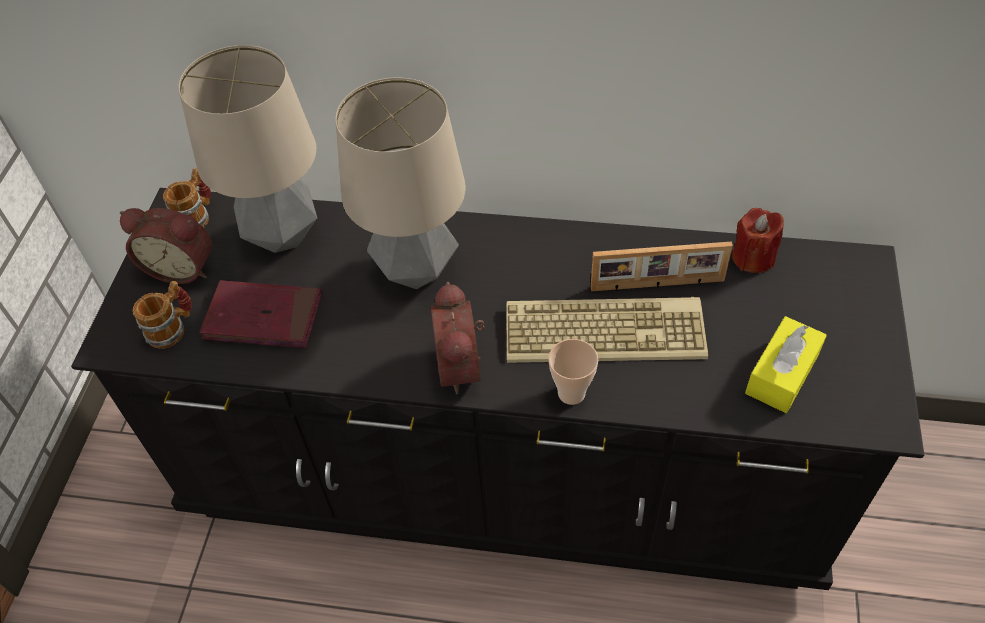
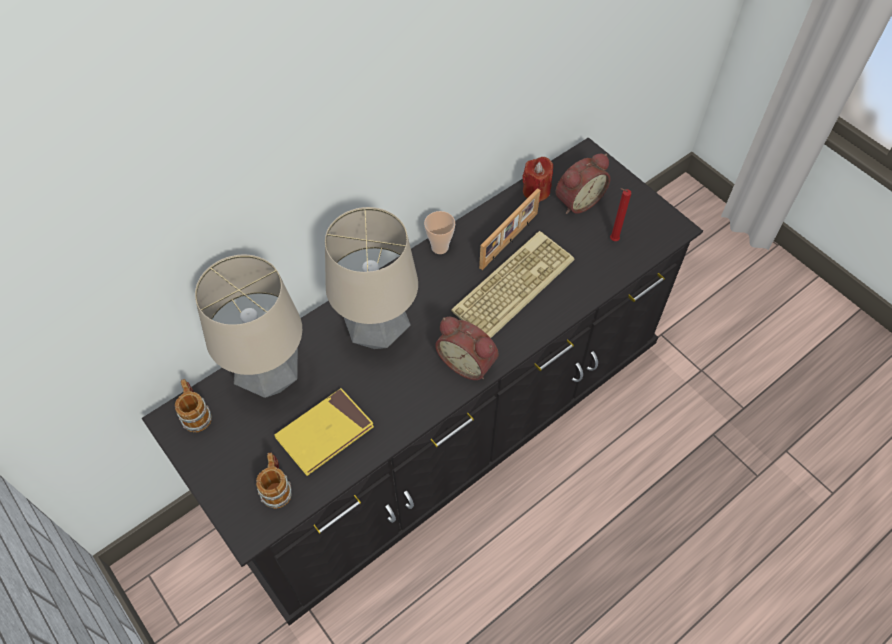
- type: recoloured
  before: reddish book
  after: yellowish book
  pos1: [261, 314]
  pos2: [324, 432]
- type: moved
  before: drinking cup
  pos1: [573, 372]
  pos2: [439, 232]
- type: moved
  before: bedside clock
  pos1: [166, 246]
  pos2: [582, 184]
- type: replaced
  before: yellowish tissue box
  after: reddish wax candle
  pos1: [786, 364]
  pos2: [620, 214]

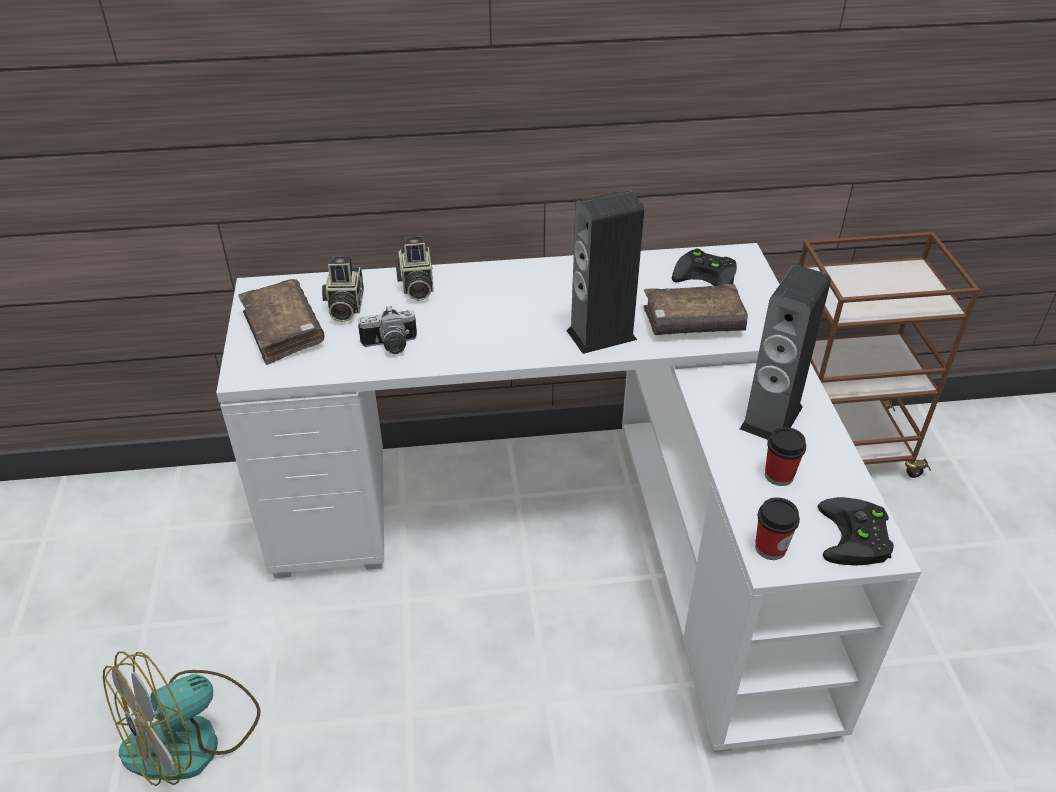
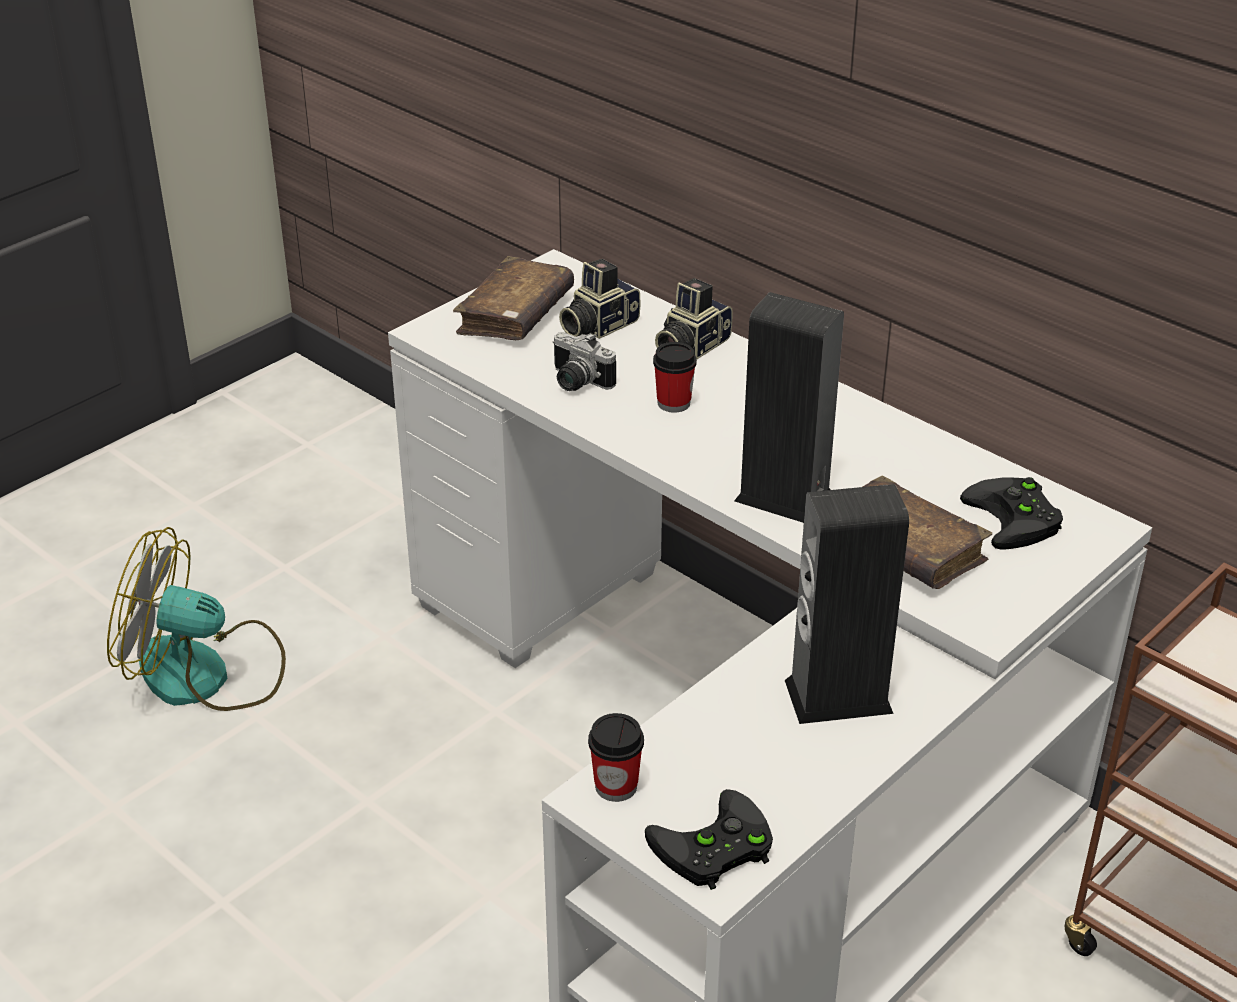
- type: moved
  before: drinking cup
  pos1: [785, 456]
  pos2: [675, 377]

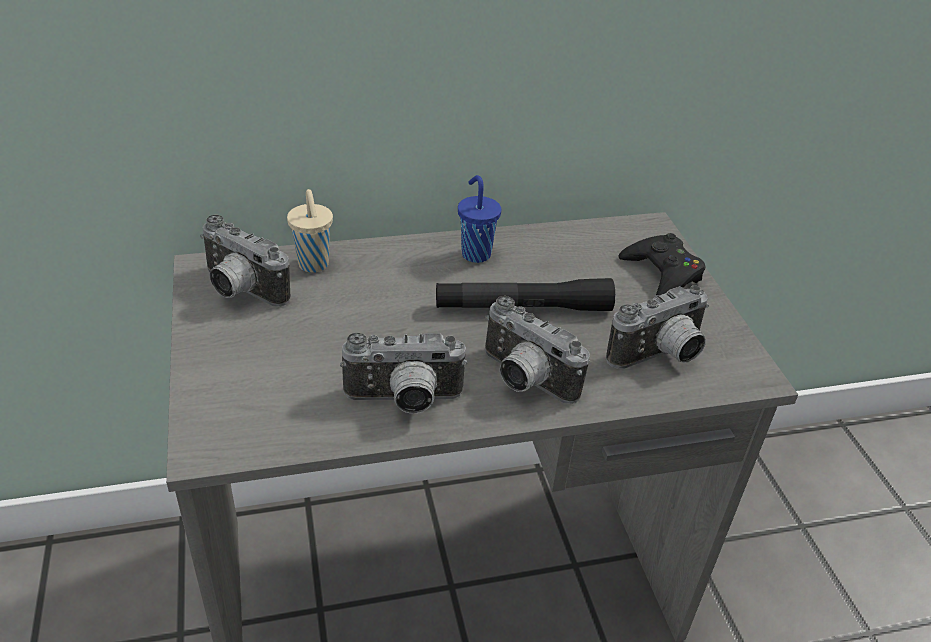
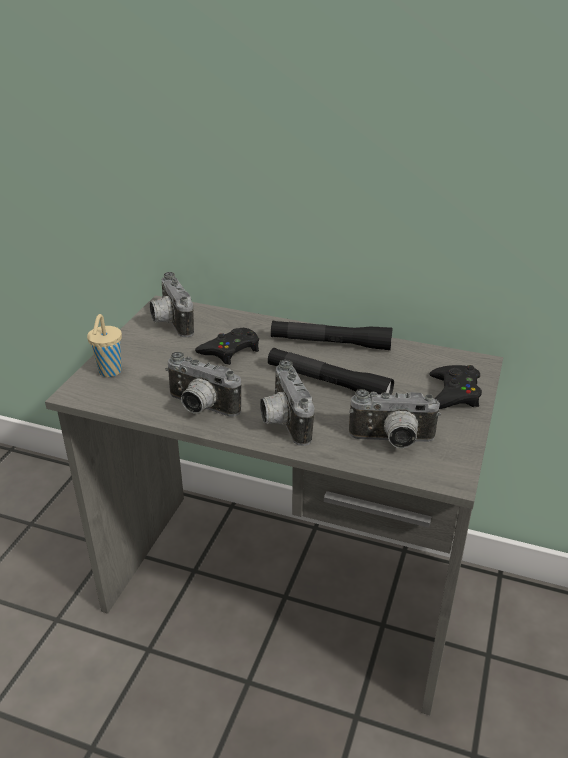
- type: moved
  before: beige-coloured drinking cup
  pos1: [310, 231]
  pos2: [104, 345]
- type: added
  after: blackish game controller
  pos2: [227, 346]
- type: replaced
  before: bluish drinking cup
  after: blackish flashlight
  pos1: [479, 219]
  pos2: [332, 335]

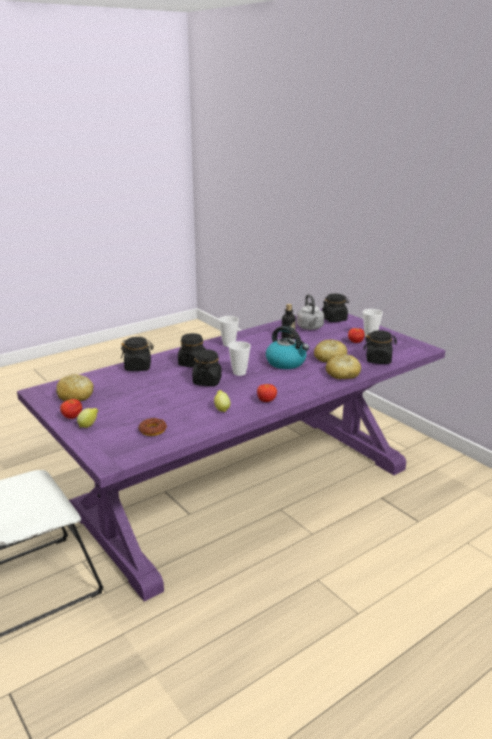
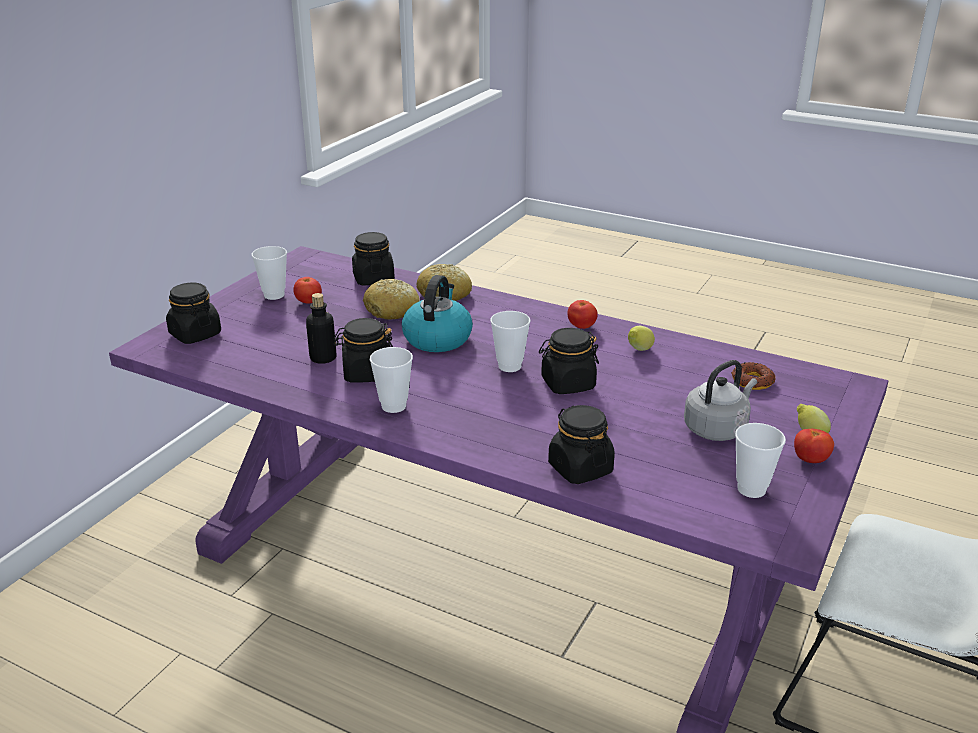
- type: moved
  before: blackish preserve jar
  pos1: [192, 350]
  pos2: [363, 350]
- type: moved
  before: grey kettle
  pos1: [310, 312]
  pos2: [720, 400]
- type: replaced
  before: baked bread
  after: drinking cup
  pos1: [75, 387]
  pos2: [760, 460]

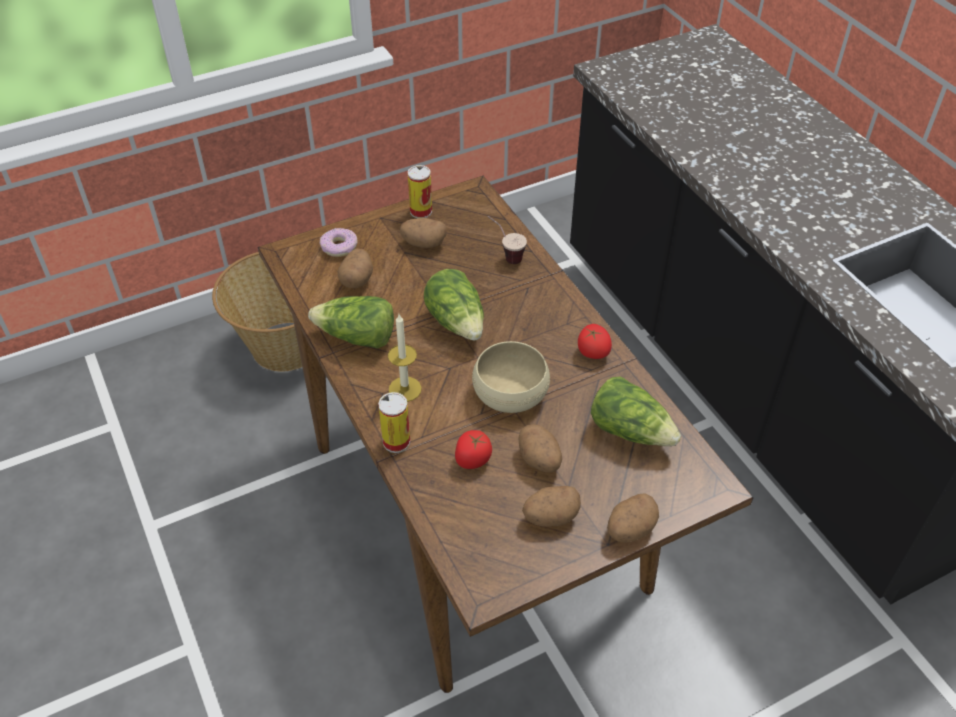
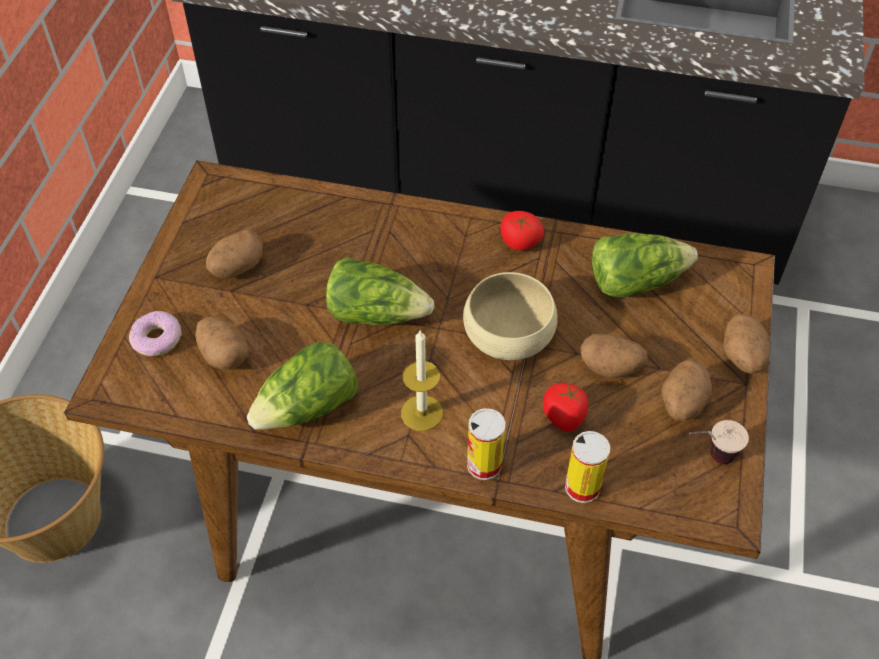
- type: moved
  before: sealed can
  pos1: [419, 191]
  pos2: [587, 467]
- type: moved
  before: drinking cup
  pos1: [507, 240]
  pos2: [719, 442]

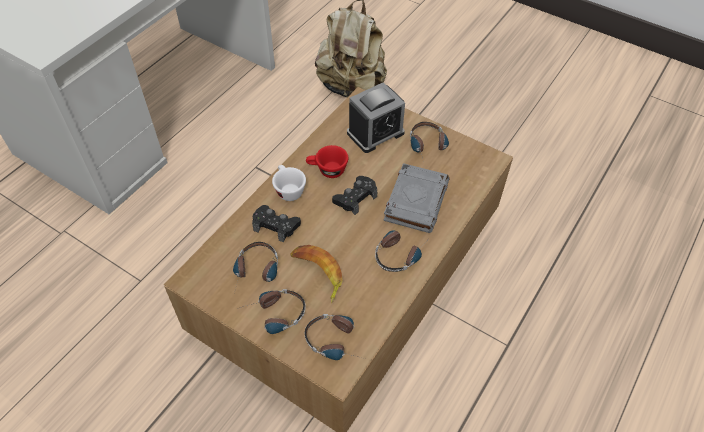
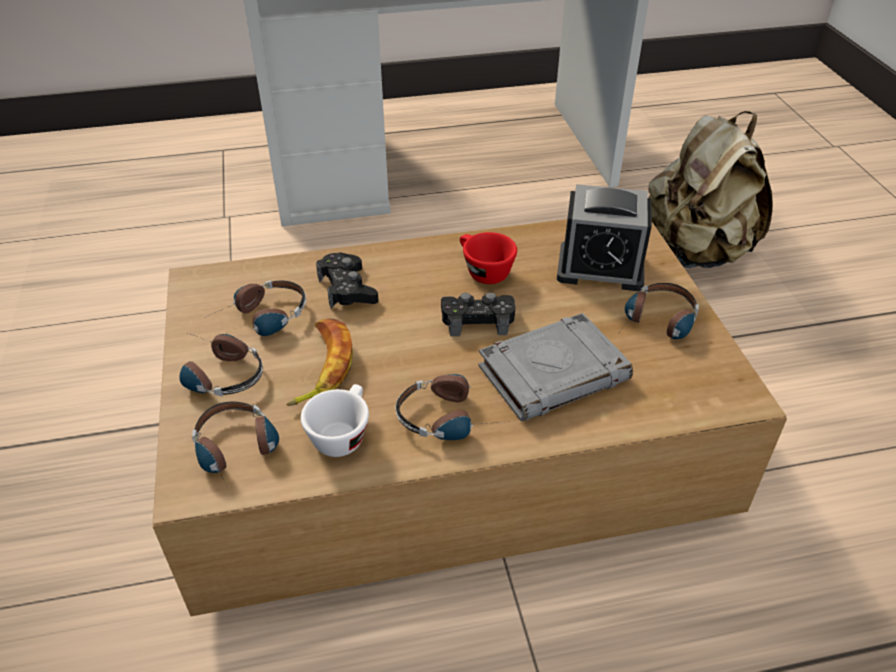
- type: moved
  before: whitish drinking cup
  pos1: [289, 183]
  pos2: [335, 420]

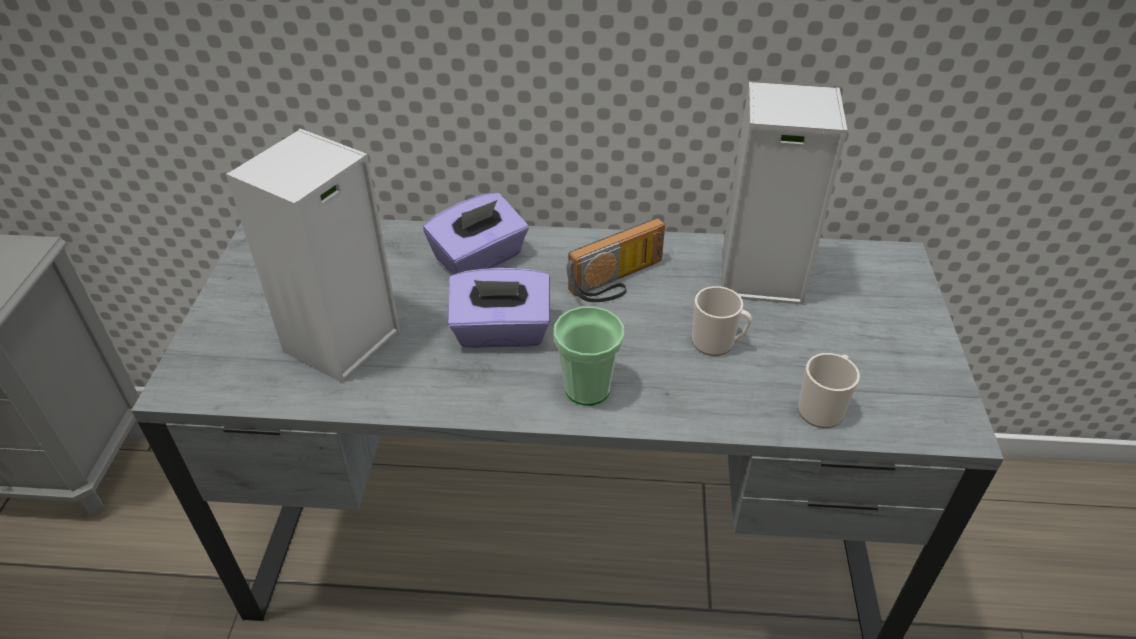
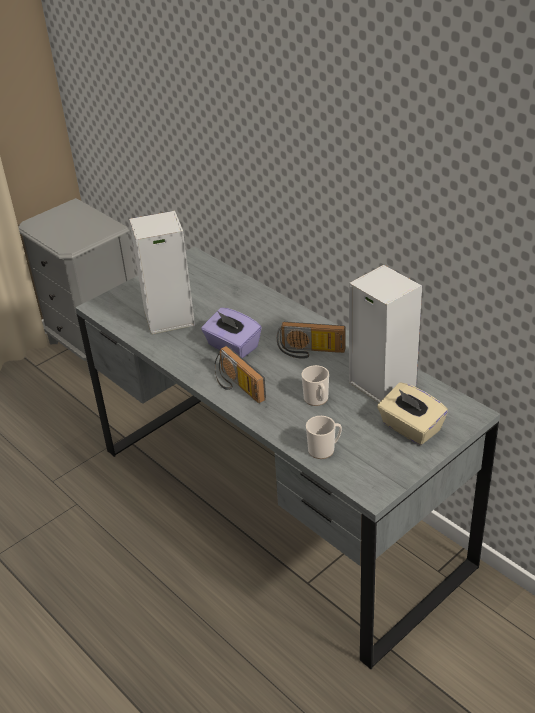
- type: replaced
  before: drinking cup
  after: radio set
  pos1: [589, 356]
  pos2: [240, 374]
- type: added
  after: beige-coloured tissue box
  pos2: [412, 413]
- type: removed
  before: purplish tissue box
  pos1: [476, 233]

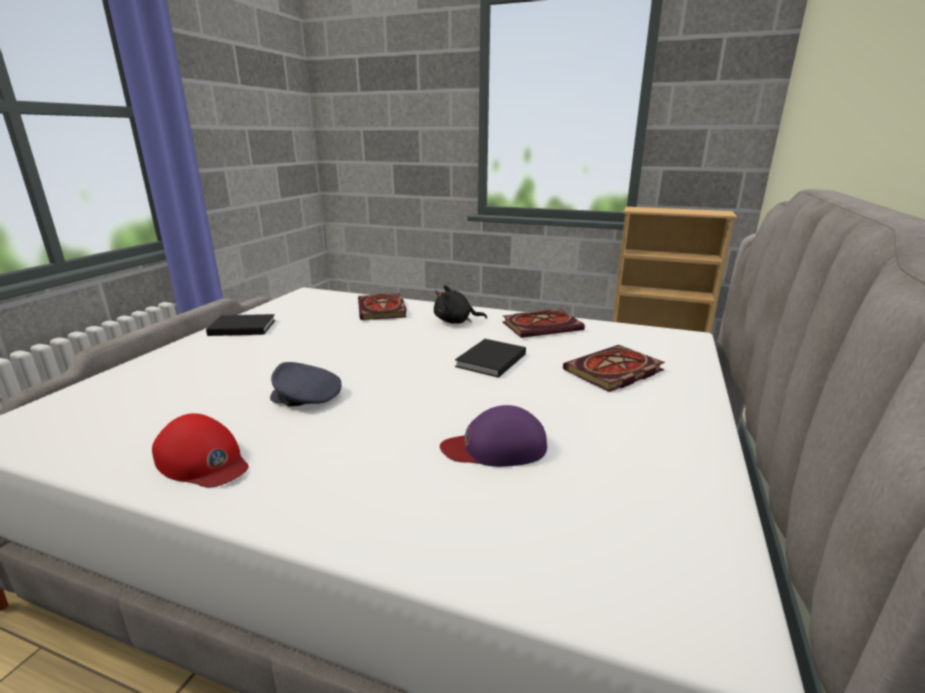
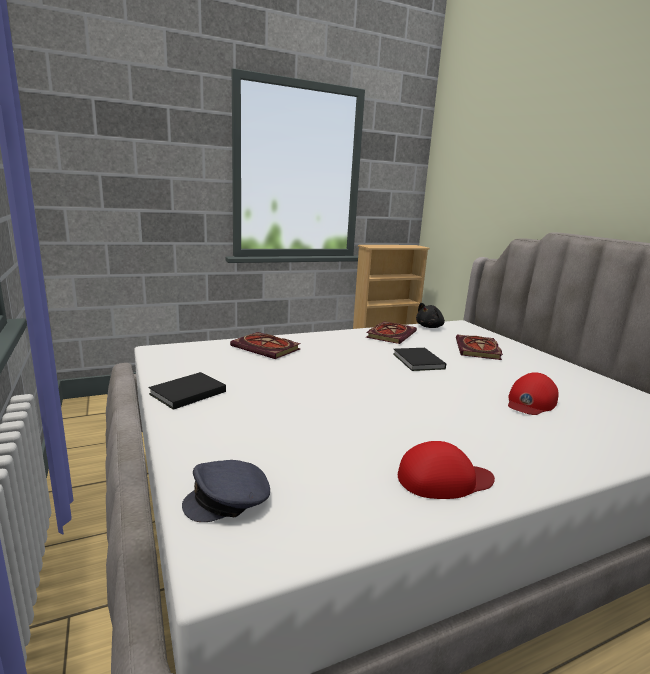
- type: moved
  before: grey cap
  pos1: [306, 384]
  pos2: [226, 491]
- type: moved
  before: blackish cuddly toy
  pos1: [460, 304]
  pos2: [430, 315]
- type: recoloured
  before: purplish cap
  after: reddish cap
  pos1: [493, 436]
  pos2: [533, 393]

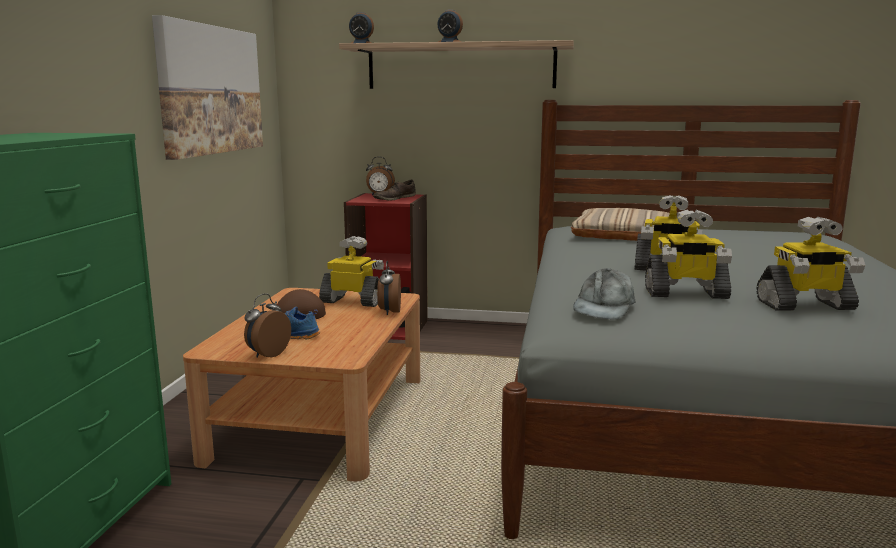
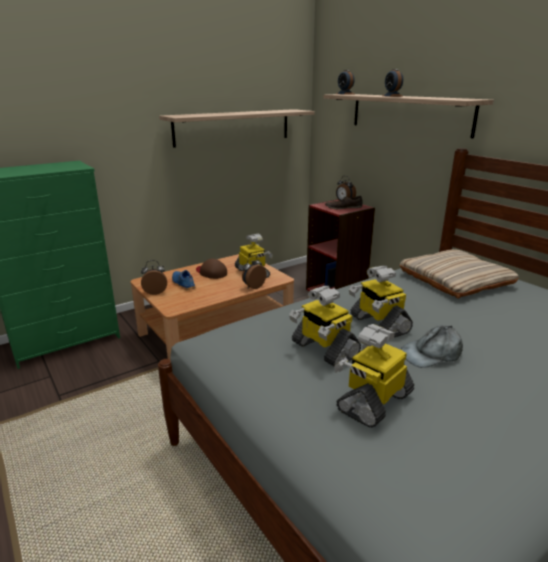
- type: replaced
  before: picture
  after: shelf
  pos1: [207, 87]
  pos2: [237, 128]
- type: turned
  before: toy robot
  pos1: [810, 264]
  pos2: [374, 376]
  turn: 90
- type: moved
  before: grey cap
  pos1: [604, 293]
  pos2: [432, 347]

